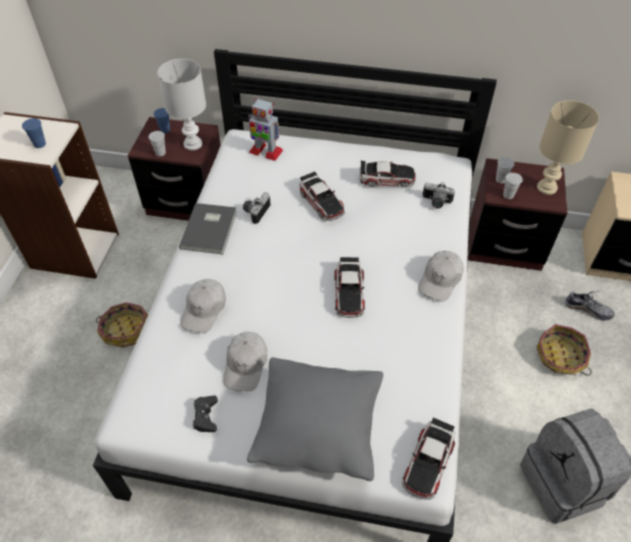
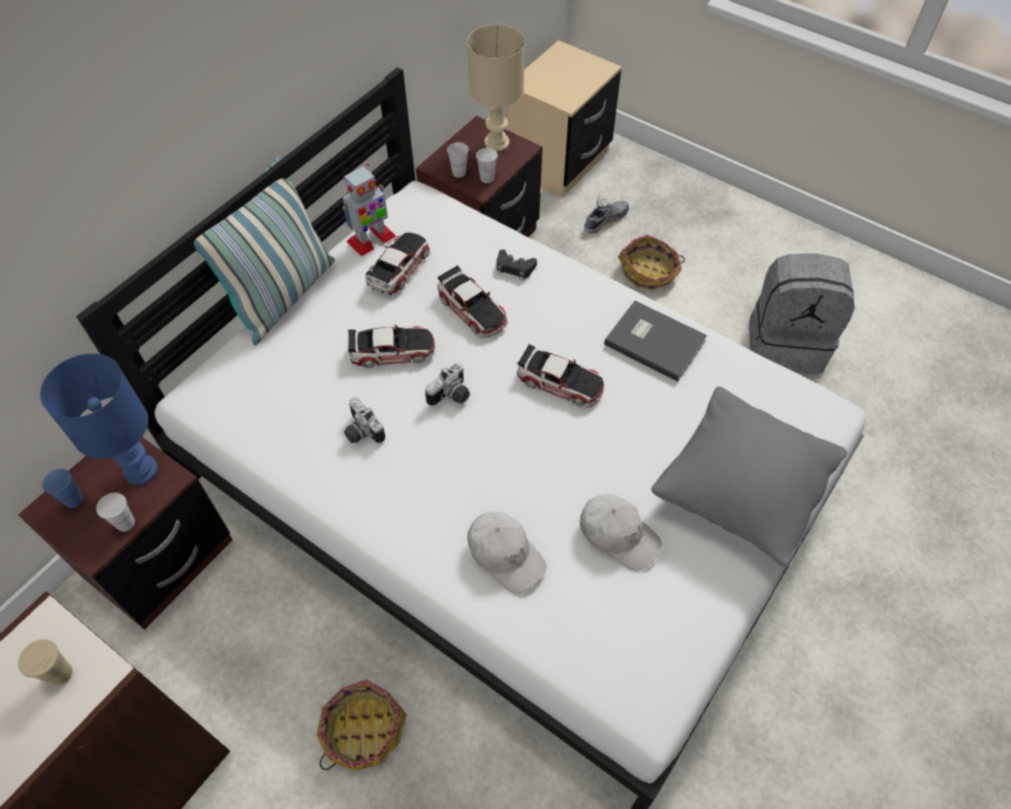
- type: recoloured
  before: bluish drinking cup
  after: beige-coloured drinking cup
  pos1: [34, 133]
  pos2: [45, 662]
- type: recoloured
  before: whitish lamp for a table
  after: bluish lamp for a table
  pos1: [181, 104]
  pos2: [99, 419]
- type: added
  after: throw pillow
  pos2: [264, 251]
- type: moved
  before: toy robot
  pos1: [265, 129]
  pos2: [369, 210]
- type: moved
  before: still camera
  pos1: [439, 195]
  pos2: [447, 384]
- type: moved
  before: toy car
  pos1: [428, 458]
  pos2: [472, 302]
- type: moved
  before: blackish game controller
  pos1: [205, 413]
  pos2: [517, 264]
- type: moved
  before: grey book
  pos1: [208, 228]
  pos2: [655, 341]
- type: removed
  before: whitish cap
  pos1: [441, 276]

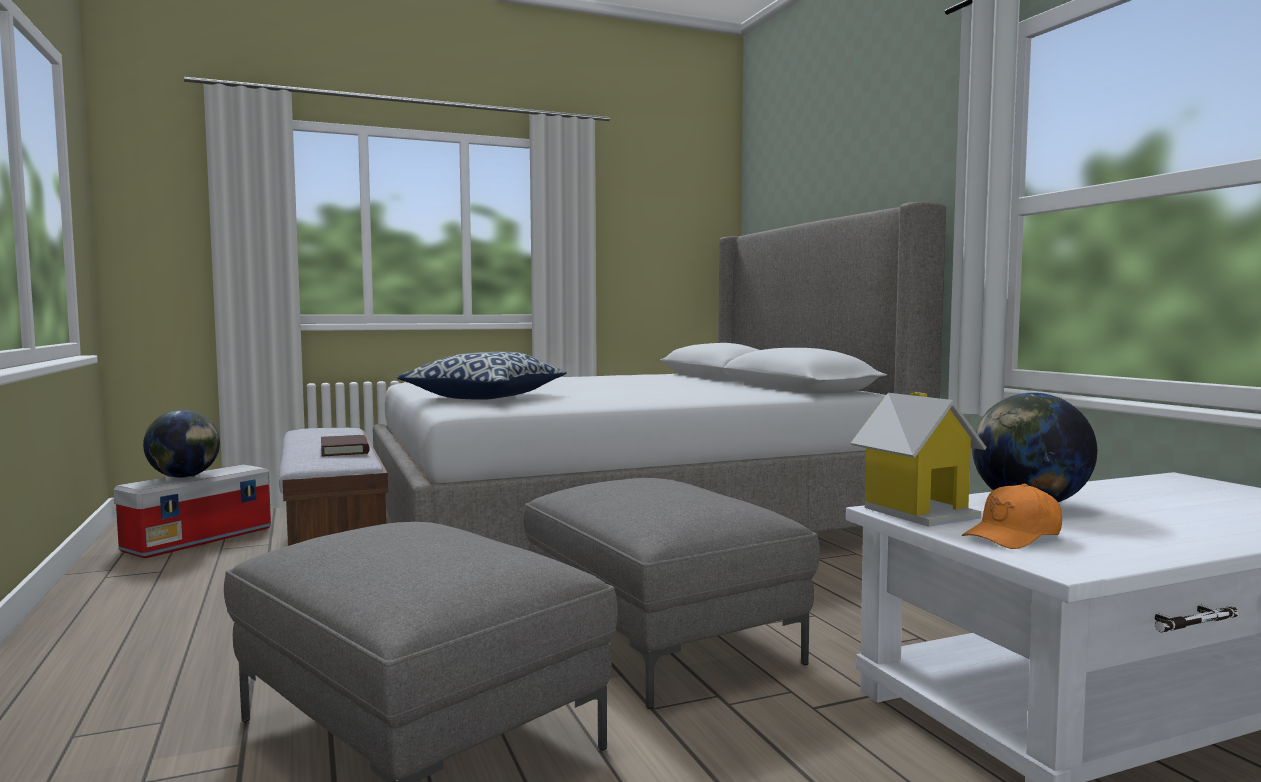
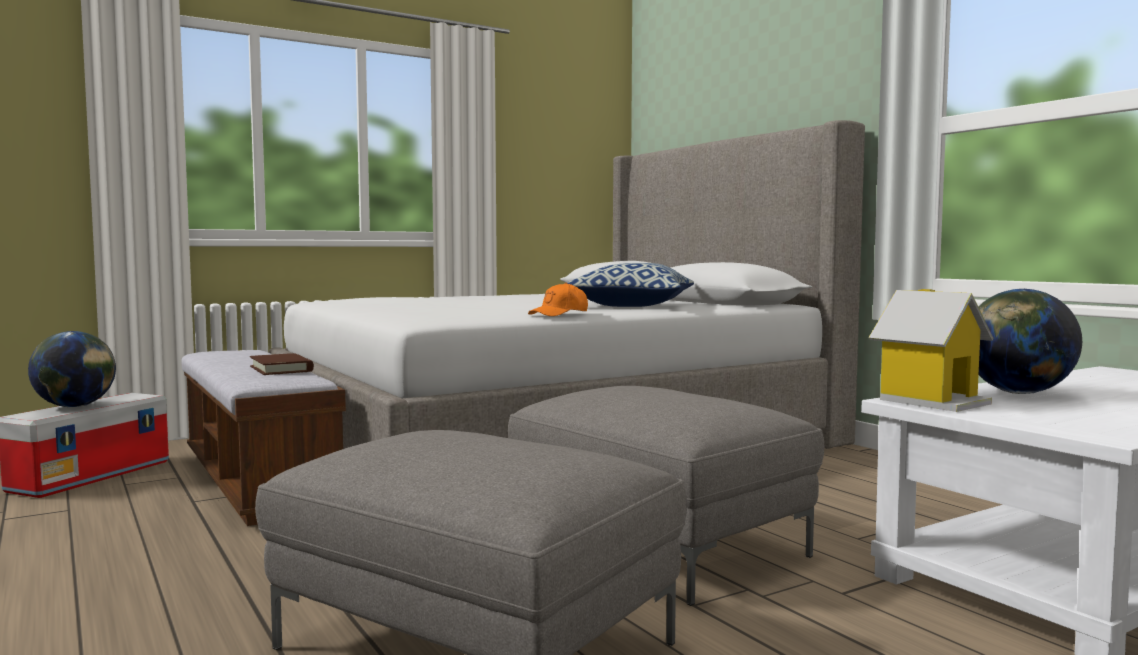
- type: moved
  before: orangey cap
  pos1: [1012, 516]
  pos2: [558, 299]
- type: moved
  before: throw pillow
  pos1: [482, 376]
  pos2: [630, 285]

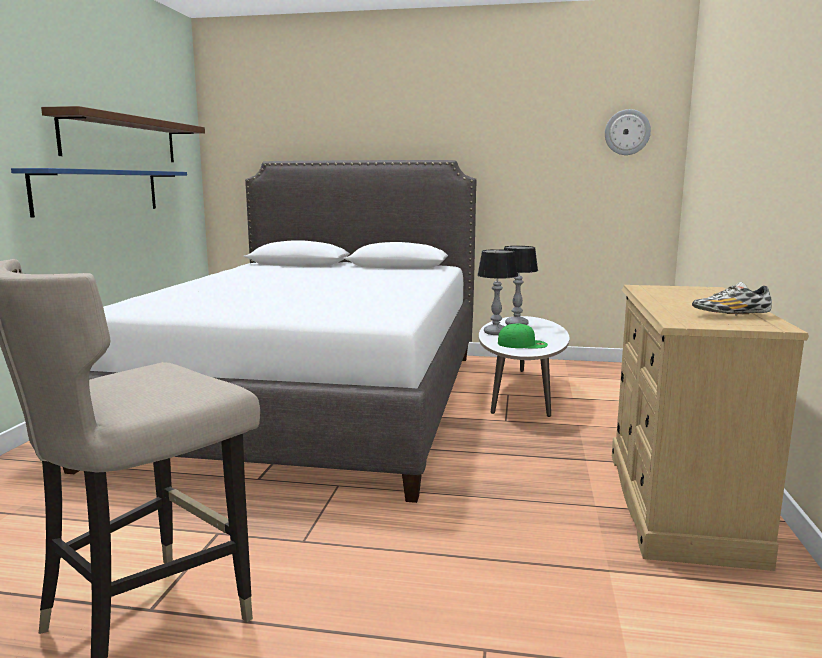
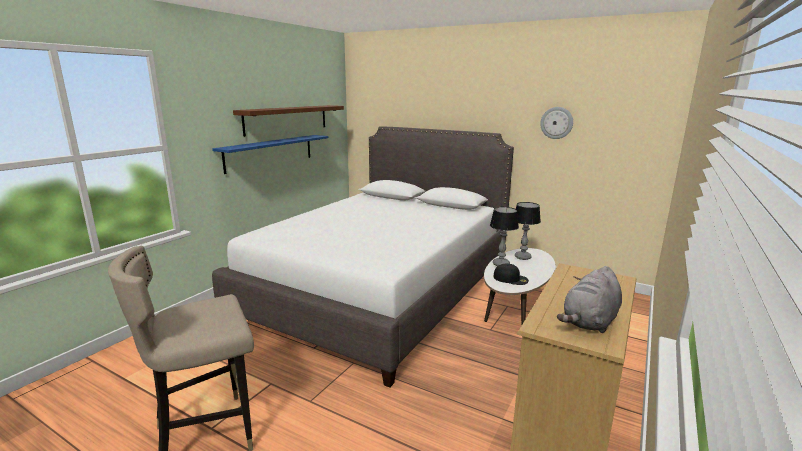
- type: recoloured
  before: green-coloured cap
  after: blackish cap
  pos1: [523, 336]
  pos2: [511, 274]
- type: moved
  before: hanging clock
  pos1: [628, 132]
  pos2: [556, 123]
- type: replaced
  before: shoe
  after: grey cuddly toy
  pos1: [732, 299]
  pos2: [589, 299]

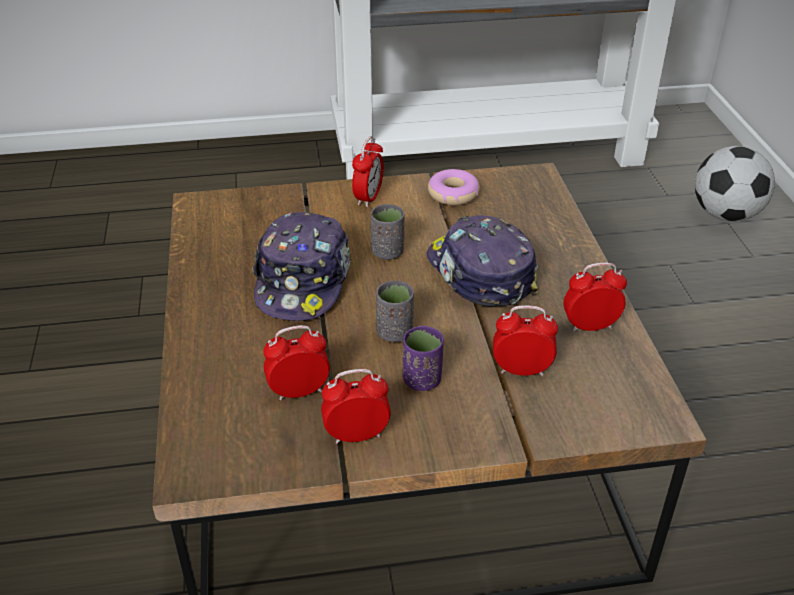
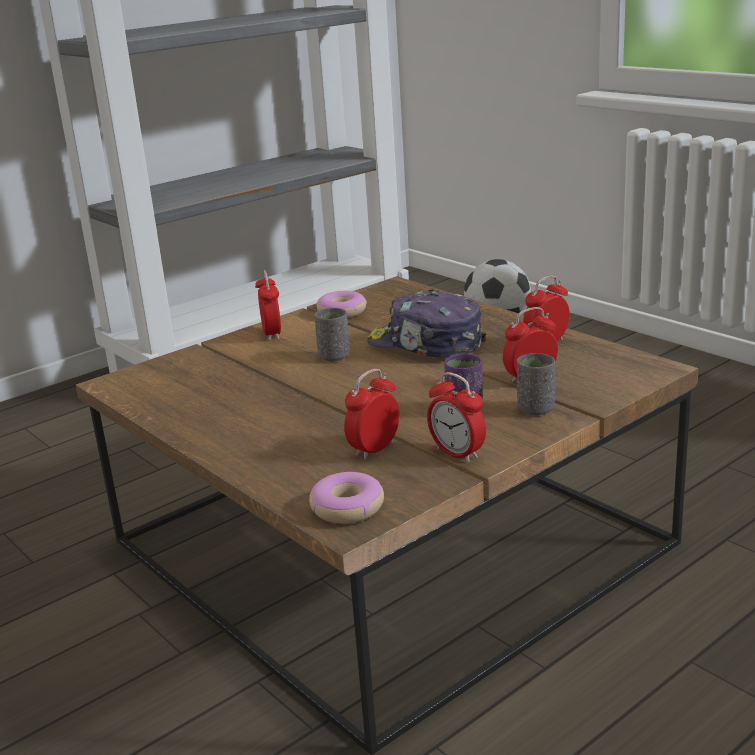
- type: added
  after: ring doughnut
  pos2: [346, 497]
- type: turned
  before: bedside clock
  pos1: [356, 406]
  pos2: [456, 417]
  turn: -90
- type: moved
  before: grey drinking cup
  pos1: [395, 311]
  pos2: [536, 384]
- type: removed
  before: cap
  pos1: [301, 266]

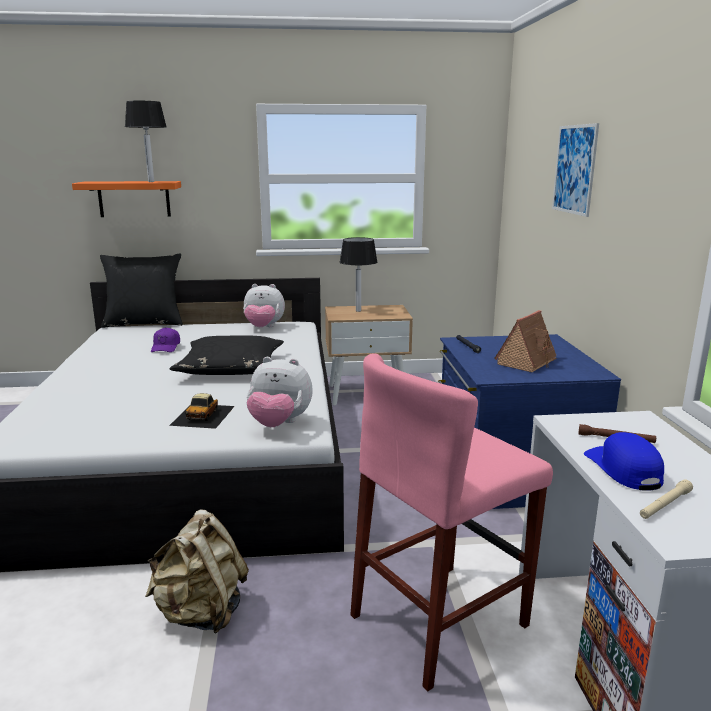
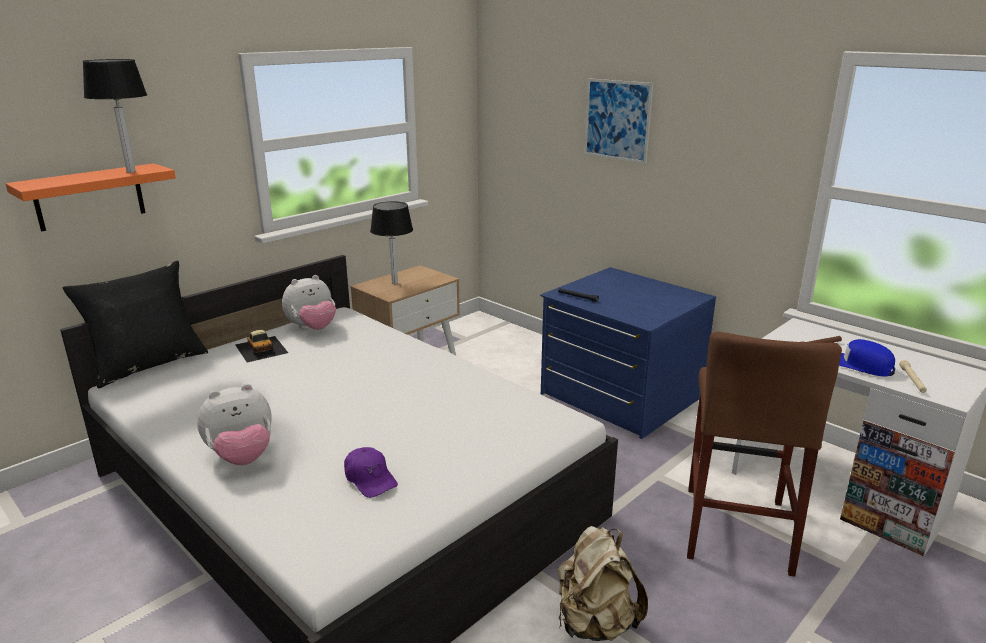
- type: moved
  before: cuddly toy
  pos1: [280, 392]
  pos2: [234, 424]
- type: moved
  before: toy car
  pos1: [202, 411]
  pos2: [261, 346]
- type: moved
  before: purplish cap
  pos1: [165, 339]
  pos2: [371, 472]
- type: recoloured
  before: pinkish stool seat
  after: brown-coloured stool seat
  pos1: [451, 522]
  pos2: [764, 454]
- type: removed
  before: blackish throw pillow
  pos1: [226, 355]
- type: removed
  before: miniature house
  pos1: [525, 341]

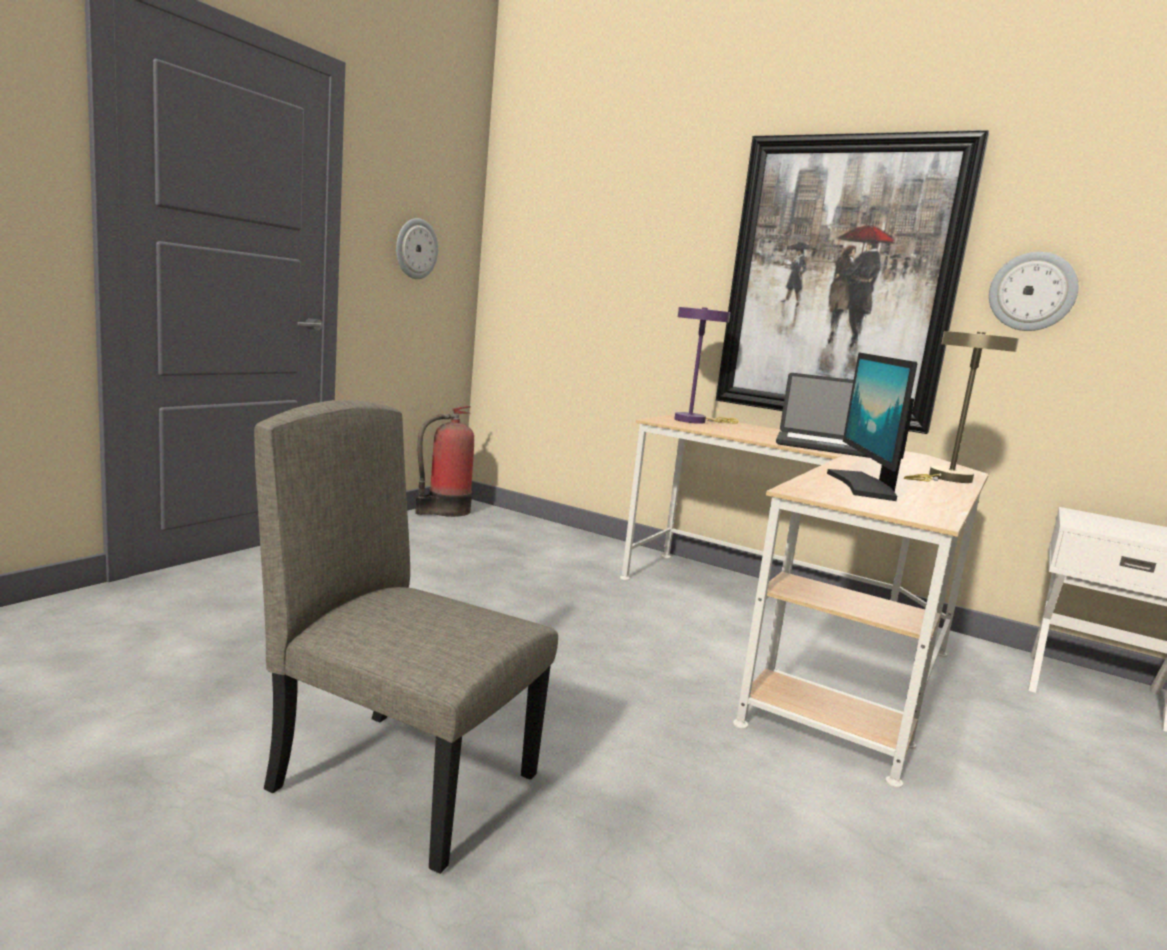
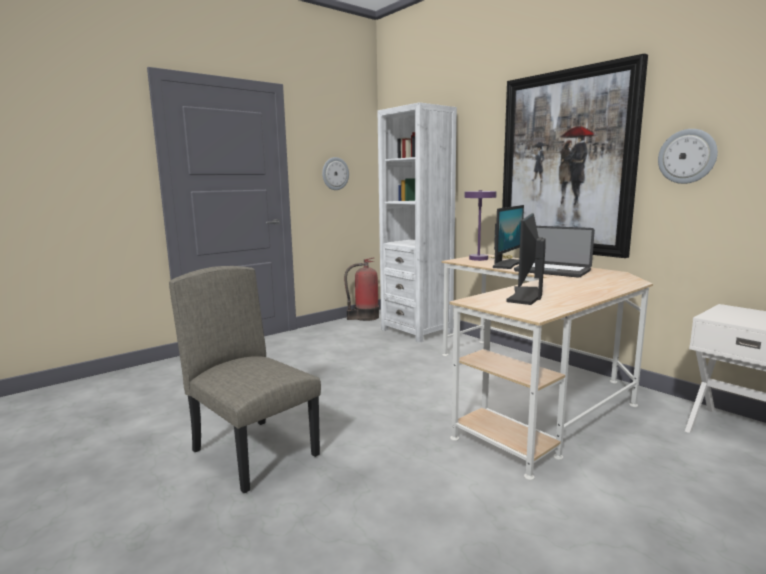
- type: added
  after: whitish bookcase
  pos2: [417, 222]
- type: added
  after: computer display
  pos2: [508, 237]
- type: removed
  before: beige-coloured lamp for a table
  pos1: [961, 407]

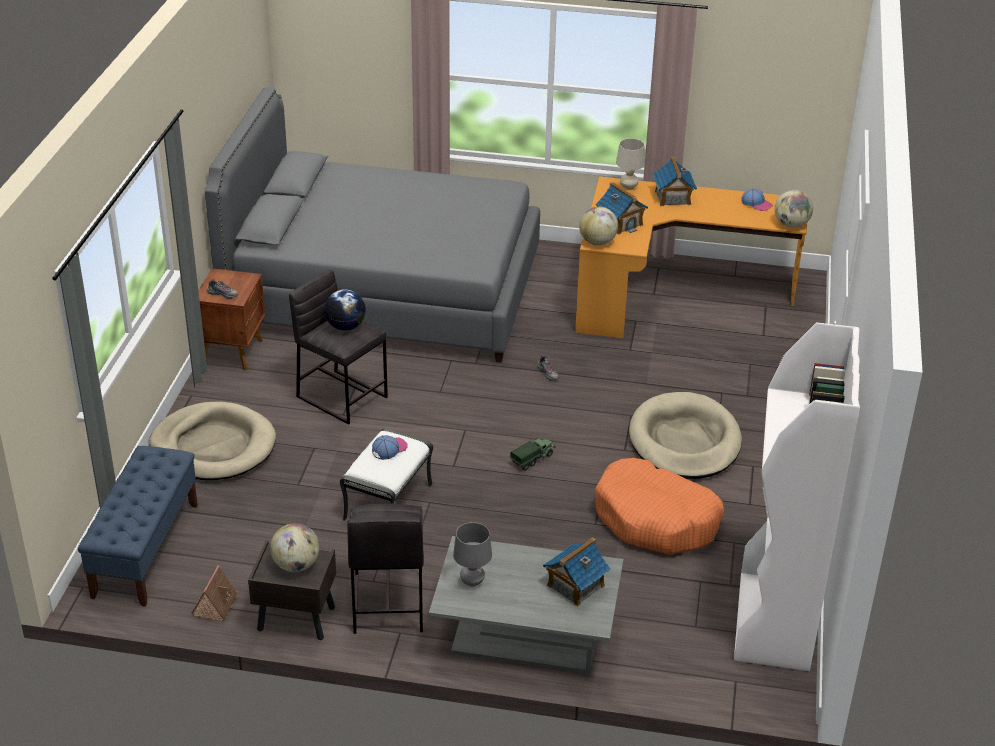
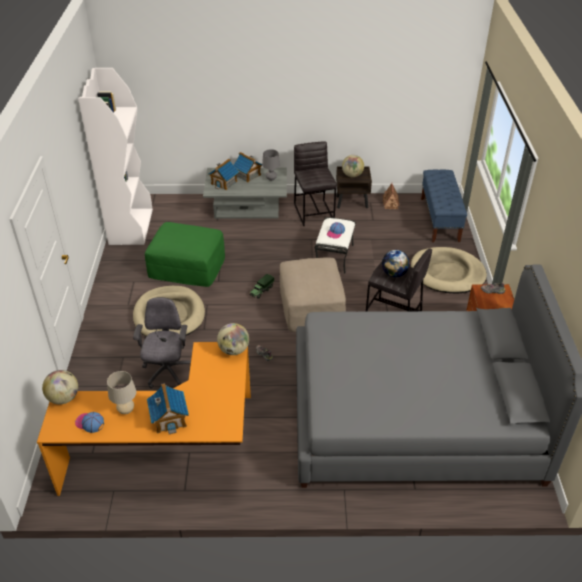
- type: moved
  before: beige-coloured lamp for a table
  pos1: [630, 164]
  pos2: [121, 392]
- type: added
  after: grey computer chair
  pos2: [162, 343]
- type: replaced
  before: orangey pet bed
  after: green-coloured pouffe
  pos1: [659, 506]
  pos2: [185, 254]
- type: moved
  before: miniature house
  pos1: [622, 208]
  pos2: [248, 167]
- type: added
  after: beige-coloured pouffe
  pos2: [313, 295]

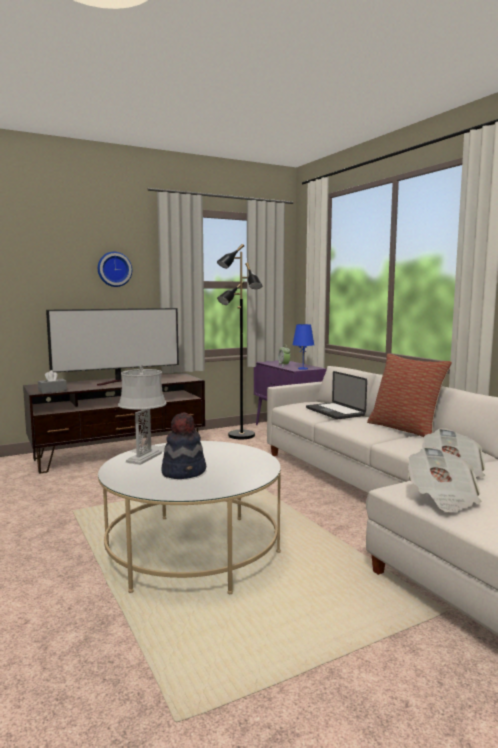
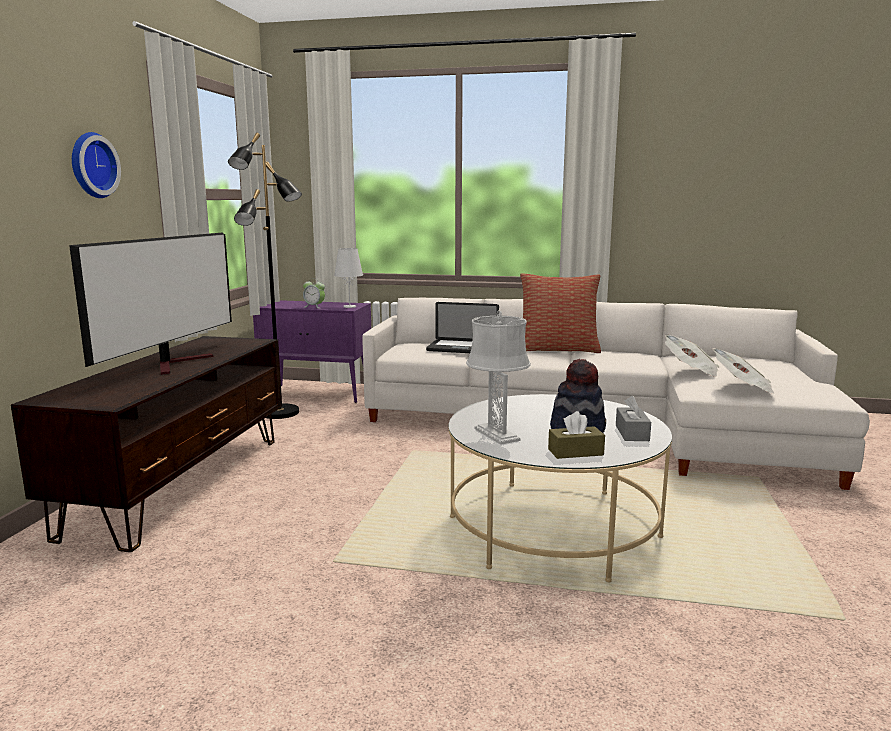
- type: recoloured
  before: bluish lamp for a table
  after: whitish lamp for a table
  pos1: [303, 347]
  pos2: [348, 278]
- type: added
  after: brown-coloured tissue box
  pos2: [576, 435]
- type: moved
  before: grey tissue box
  pos1: [52, 382]
  pos2: [633, 418]

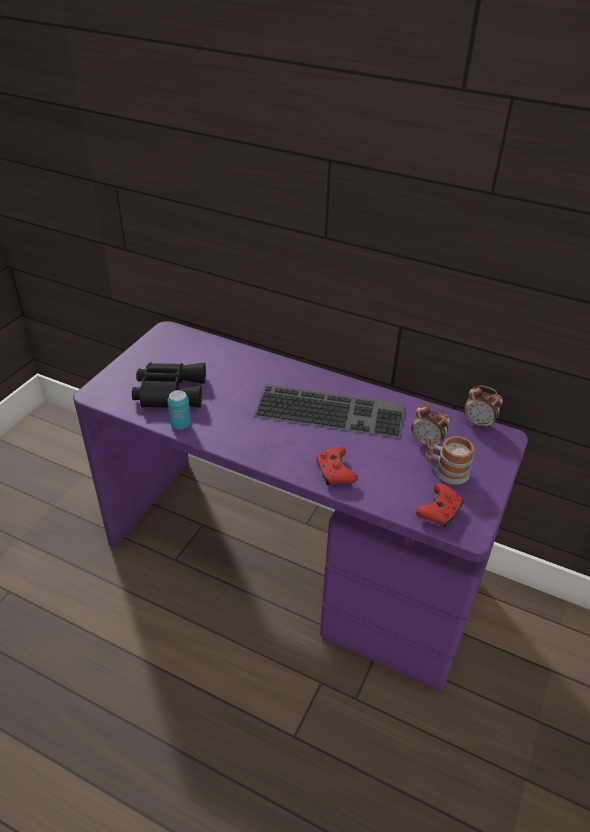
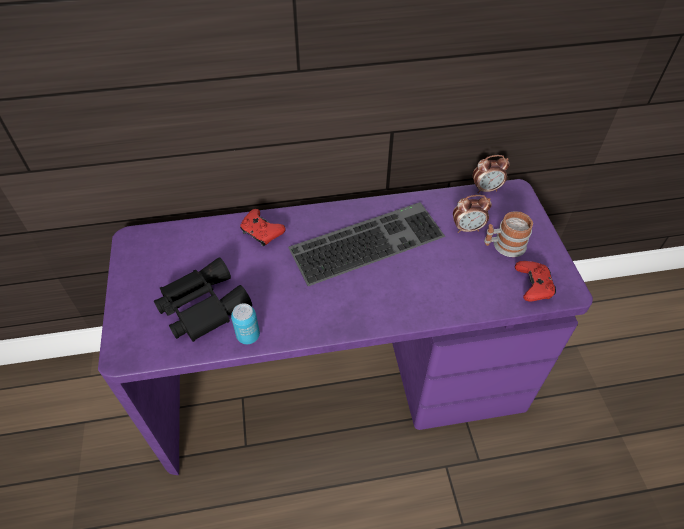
- type: moved
  before: reddish game controller
  pos1: [337, 466]
  pos2: [263, 227]

